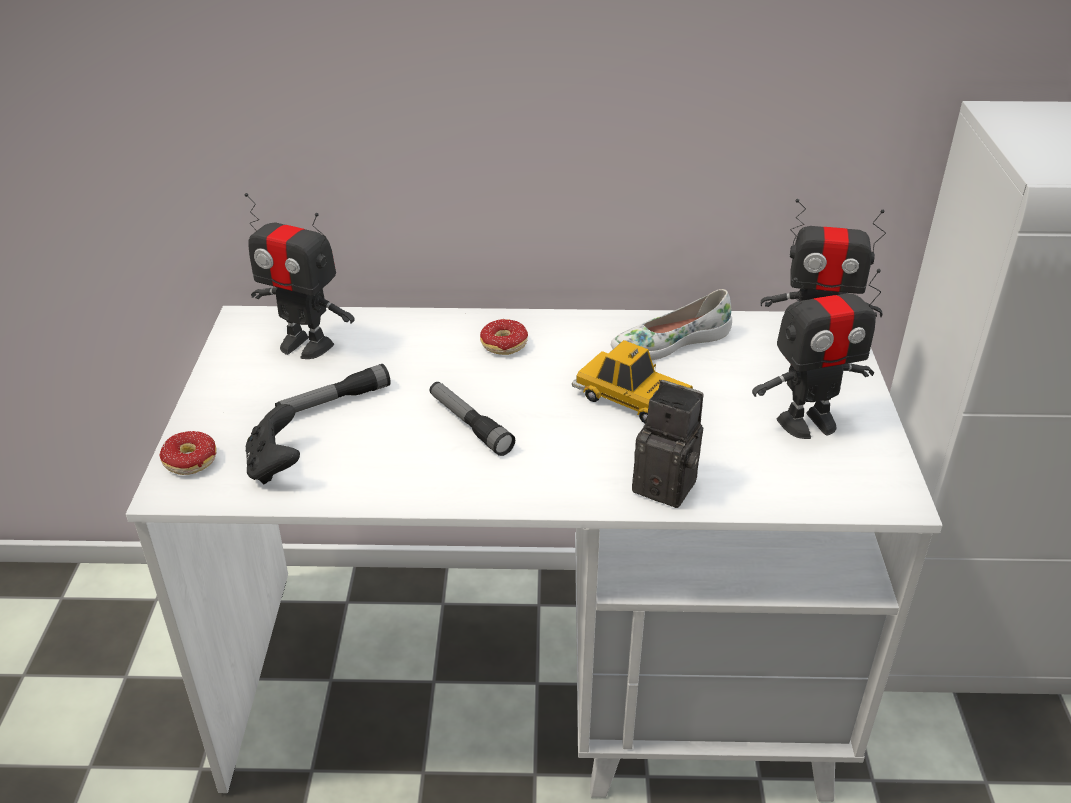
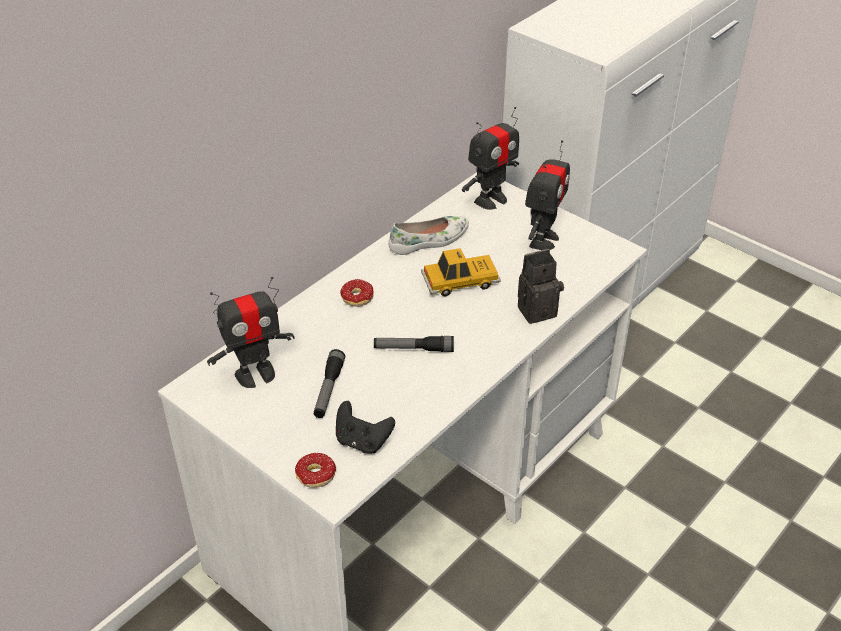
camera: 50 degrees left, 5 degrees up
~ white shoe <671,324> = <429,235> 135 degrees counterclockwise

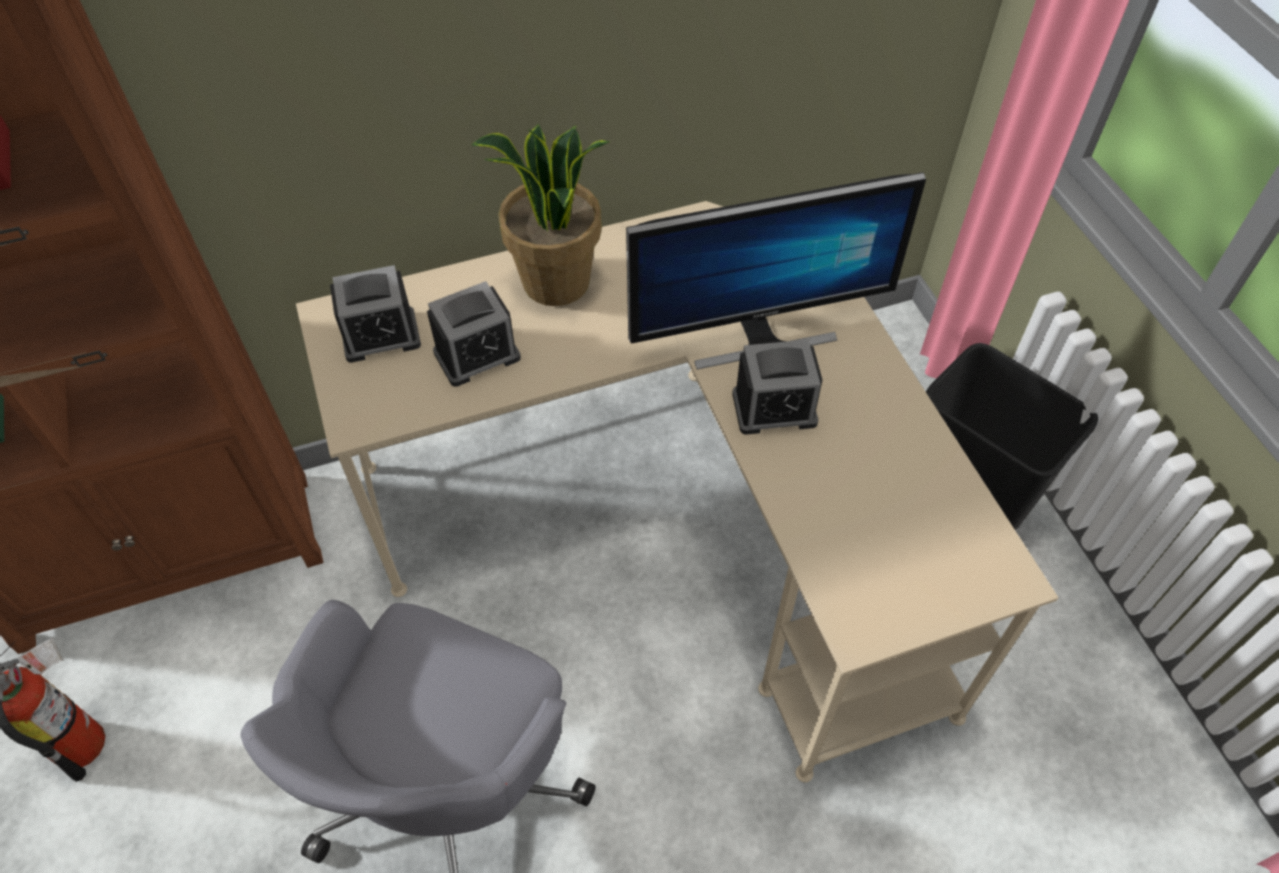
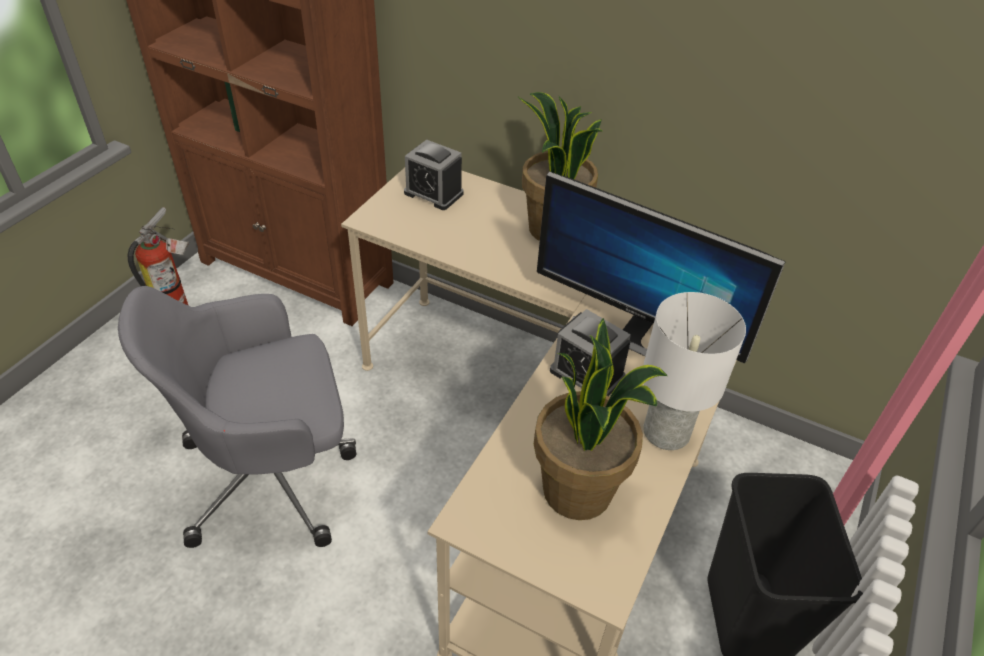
camera: 45 degrees right, 10 degrees down
- alarm clock <474,334>
+ white table lamp <694,371>
+ potted plant <600,419>

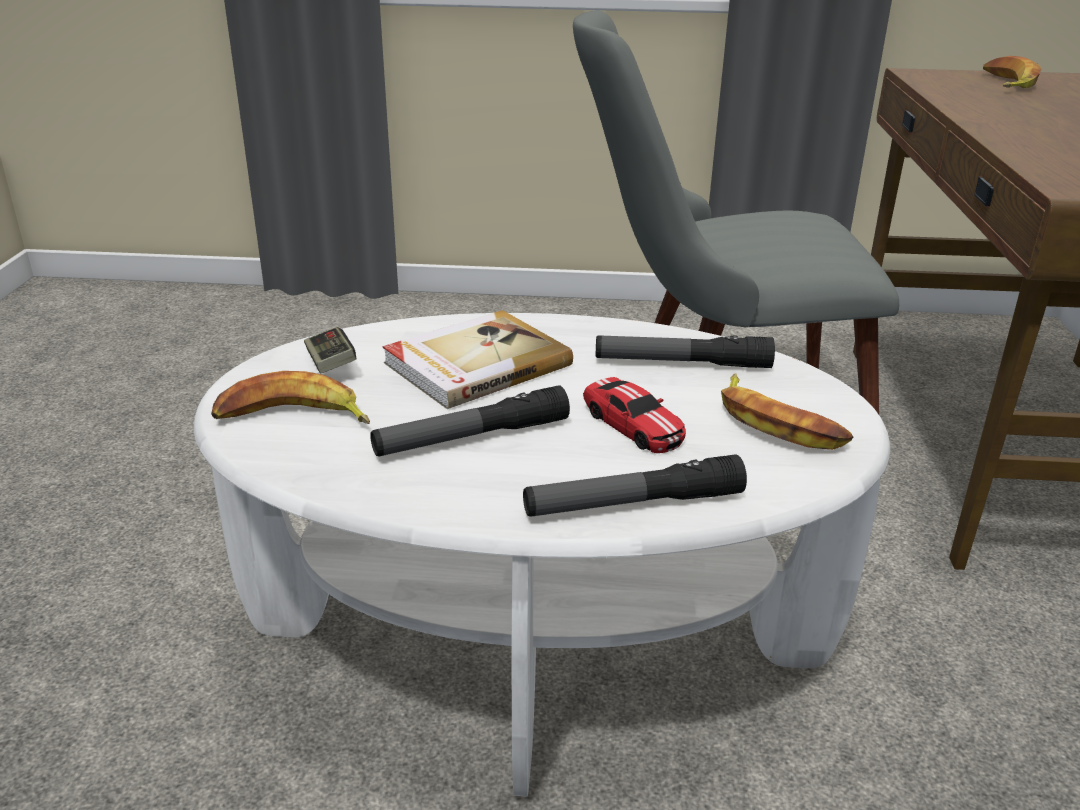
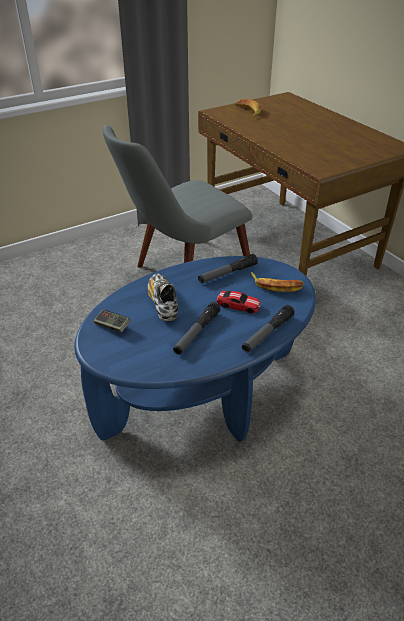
camera: 35 degrees left, 10 degrees up
~ book <477,359> to shoe <162,297>
~ white coffee table <542,555> to blue coffee table <195,349>
- banana <290,397>

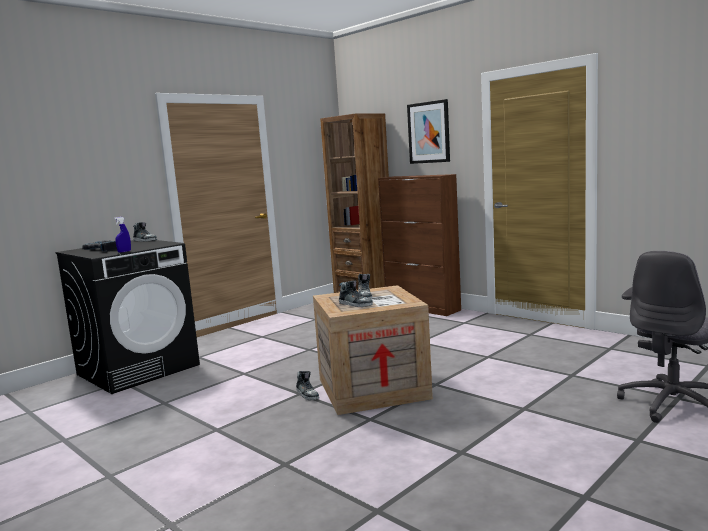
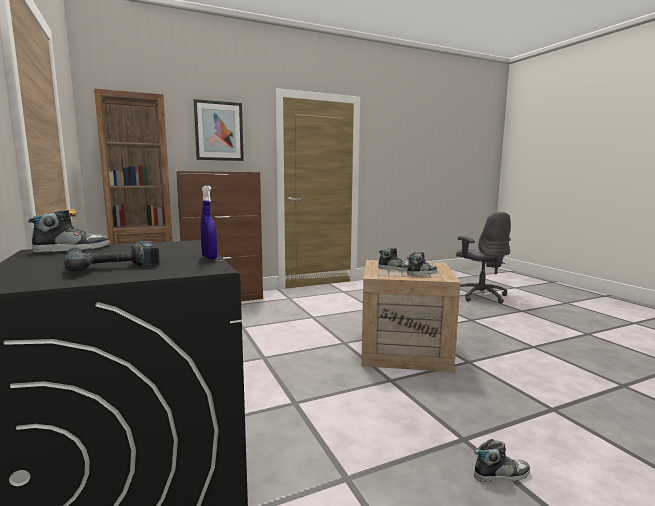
camera: 70 degrees left, 0 degrees up
~ shoe <307,385> to <502,460>

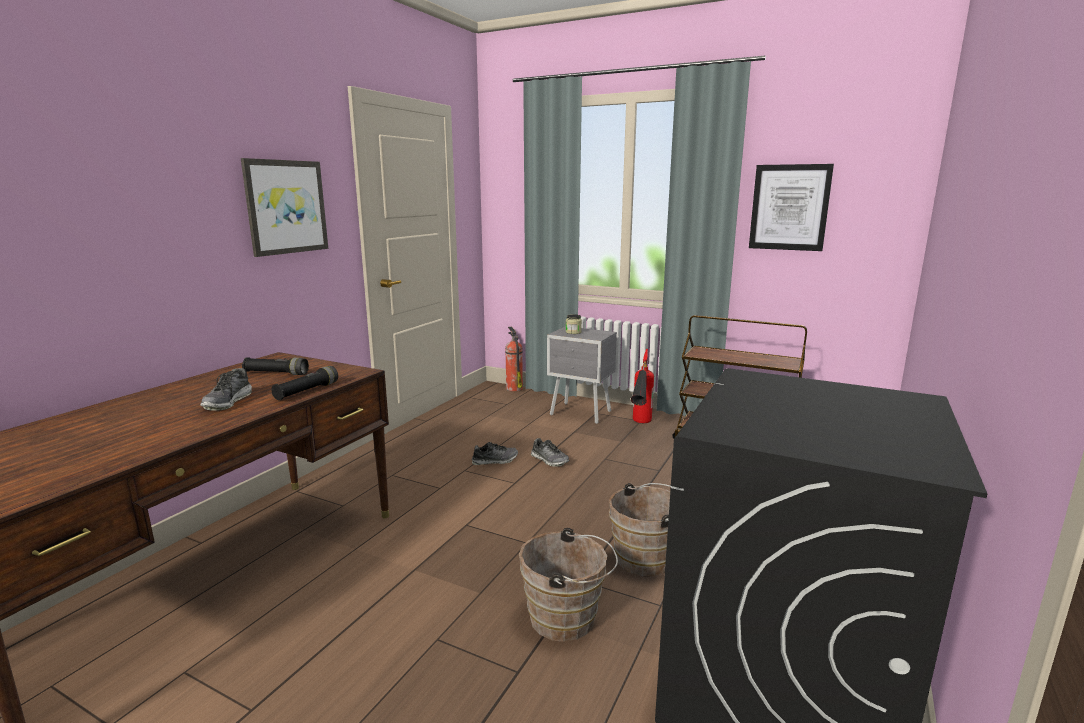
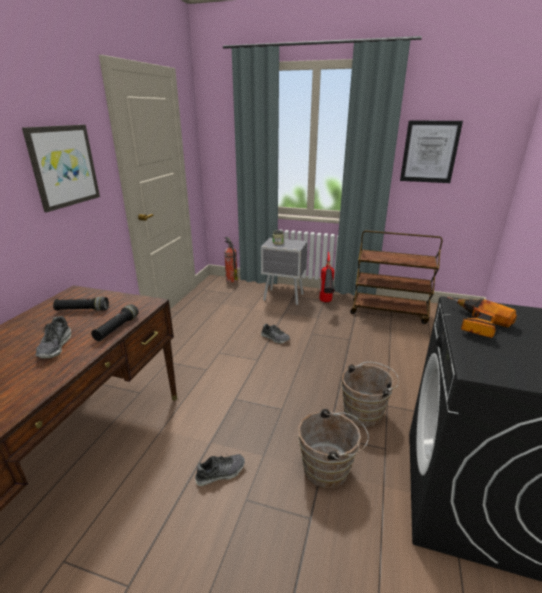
camera: 10 degrees left, 10 degrees up
~ shoe <495,453> to <220,470>
+ power drill <482,317>

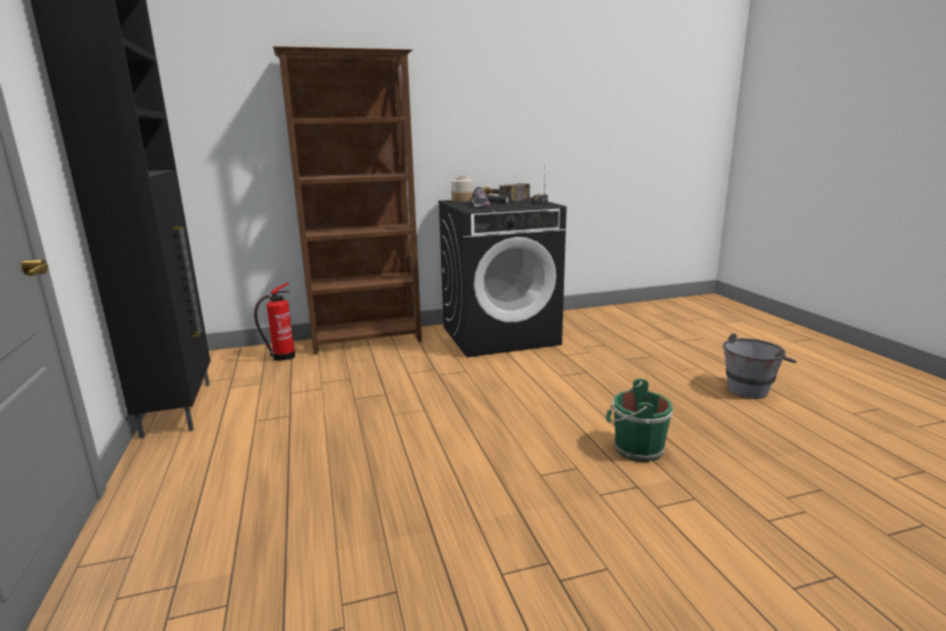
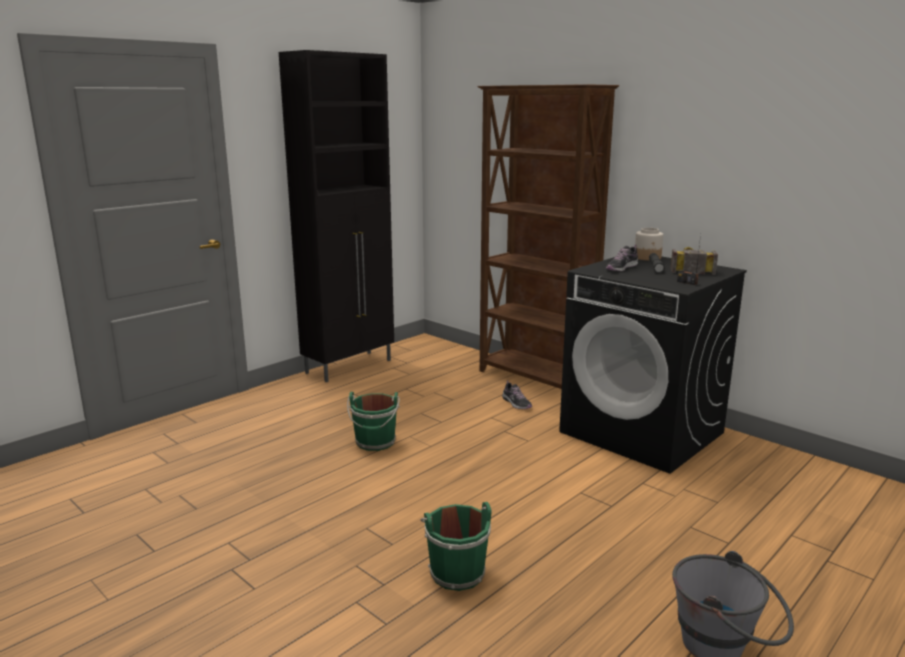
camera: 60 degrees right, 0 degrees up
- fire extinguisher <274,322>
+ shoe <517,394>
+ green bucket <373,421>

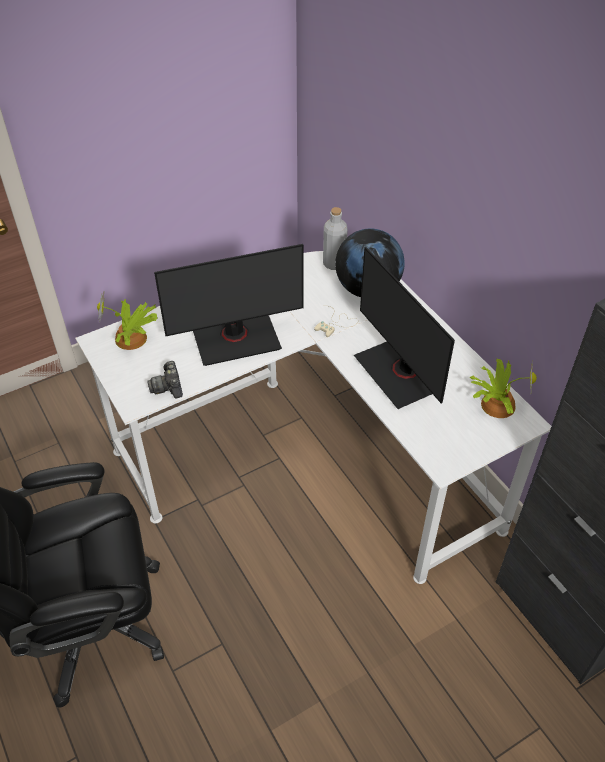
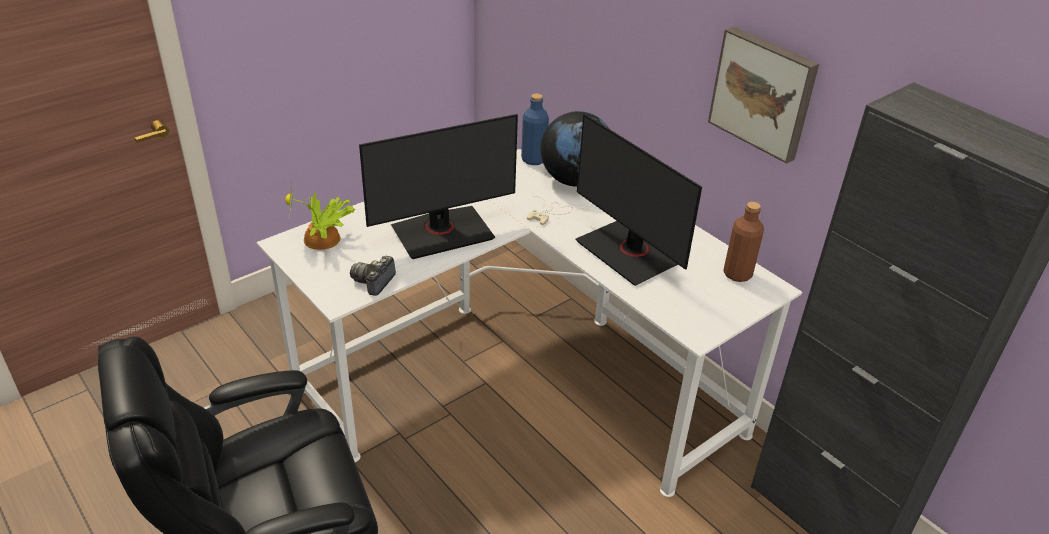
camera: 10 degrees left, 10 degrees down
~ grey bottle <335,238> to blue bottle <535,129>
~ potted plant <503,388> to brown bottle <743,242>
~ photo camera <165,379> = <373,276> 45 degrees clockwise
+ picture <763,95>

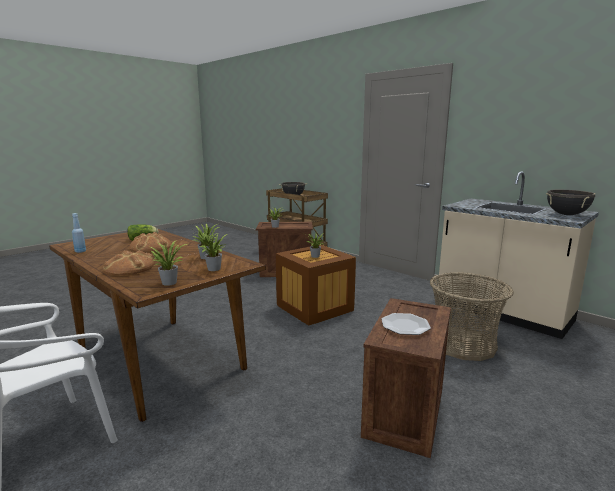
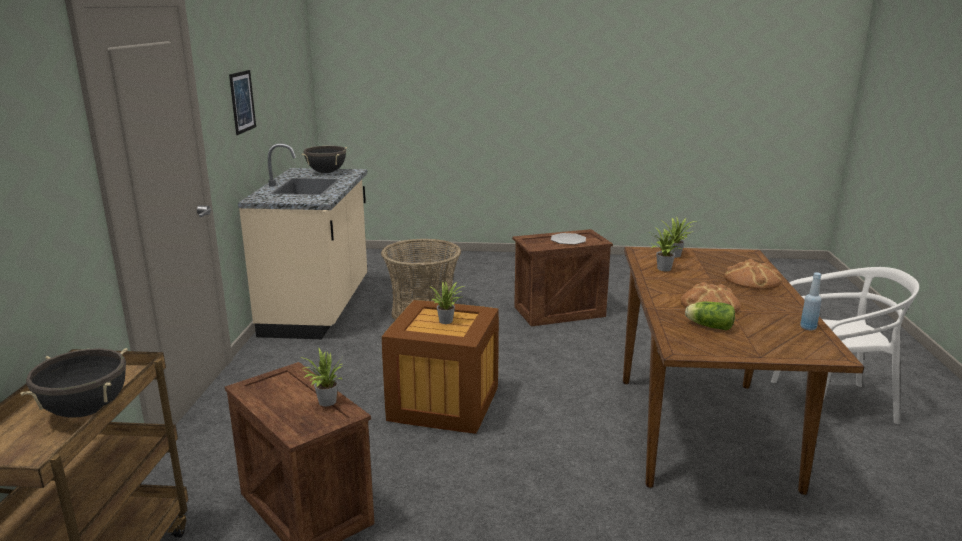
camera: 130 degrees left, 5 degrees up
- potted plant <169,263>
+ picture <242,102>

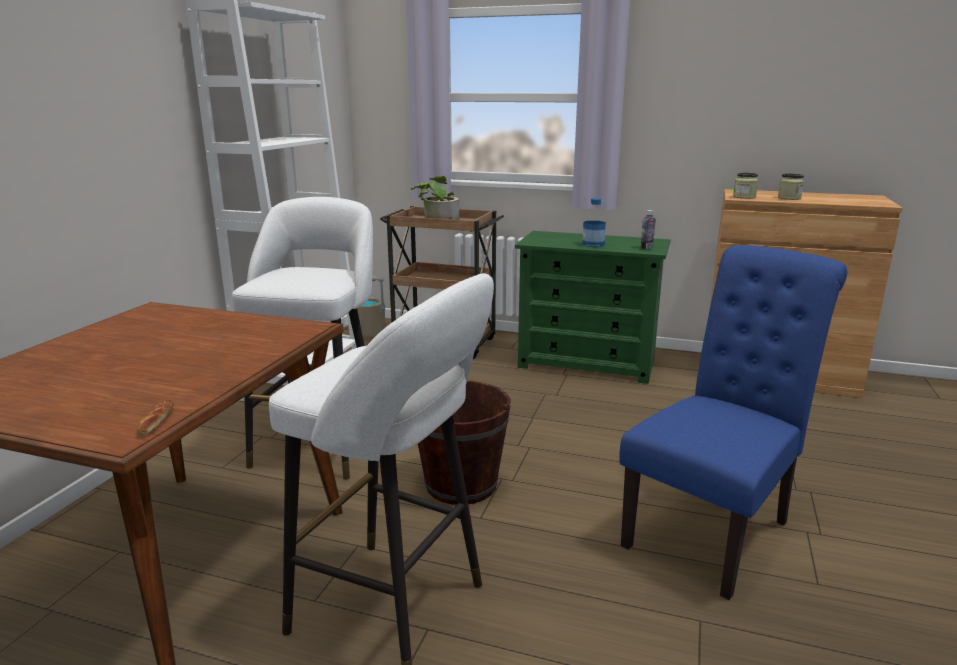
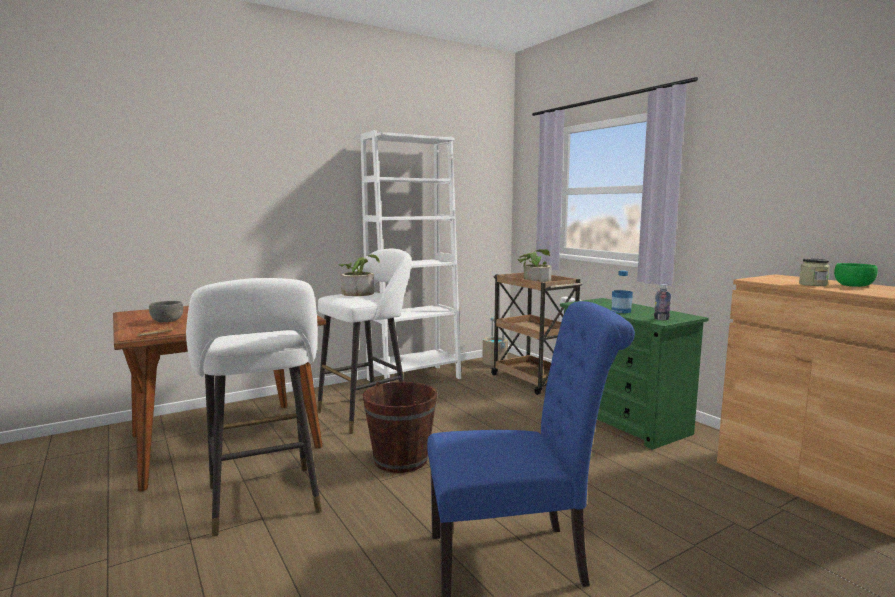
camera: 40 degrees right, 10 degrees down
- jar <745,186>
+ potted plant <359,275>
+ green bowl <856,275>
+ grey bowl <166,311>

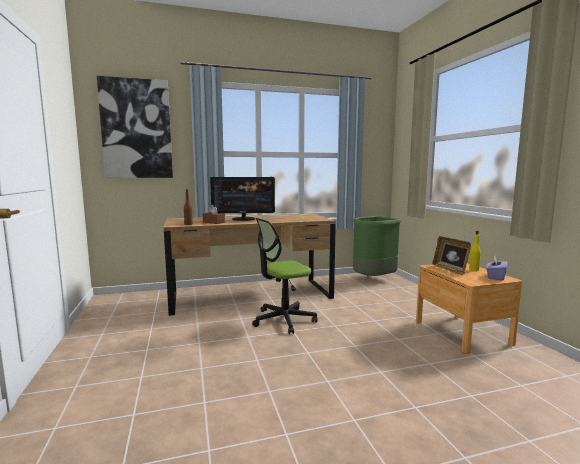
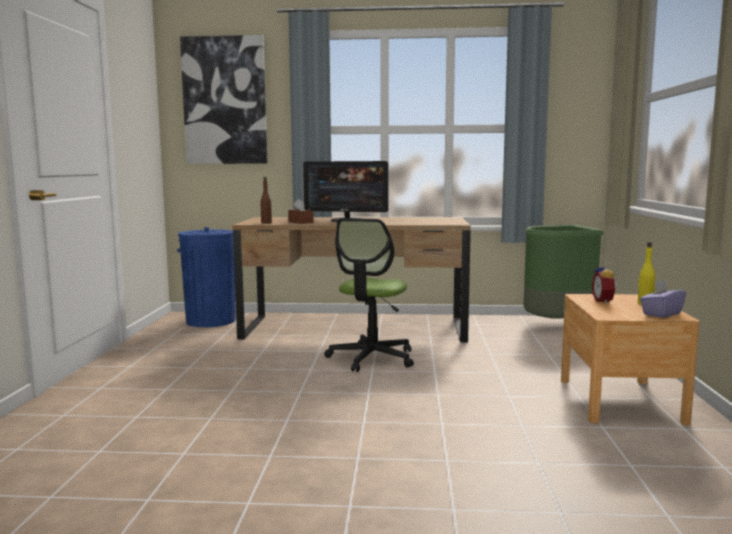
camera: 20 degrees right, 0 degrees up
~ office chair <285,276> = <369,295> 60 degrees counterclockwise
~ picture frame <451,255> to alarm clock <605,282>
+ blue trash can <206,277>

